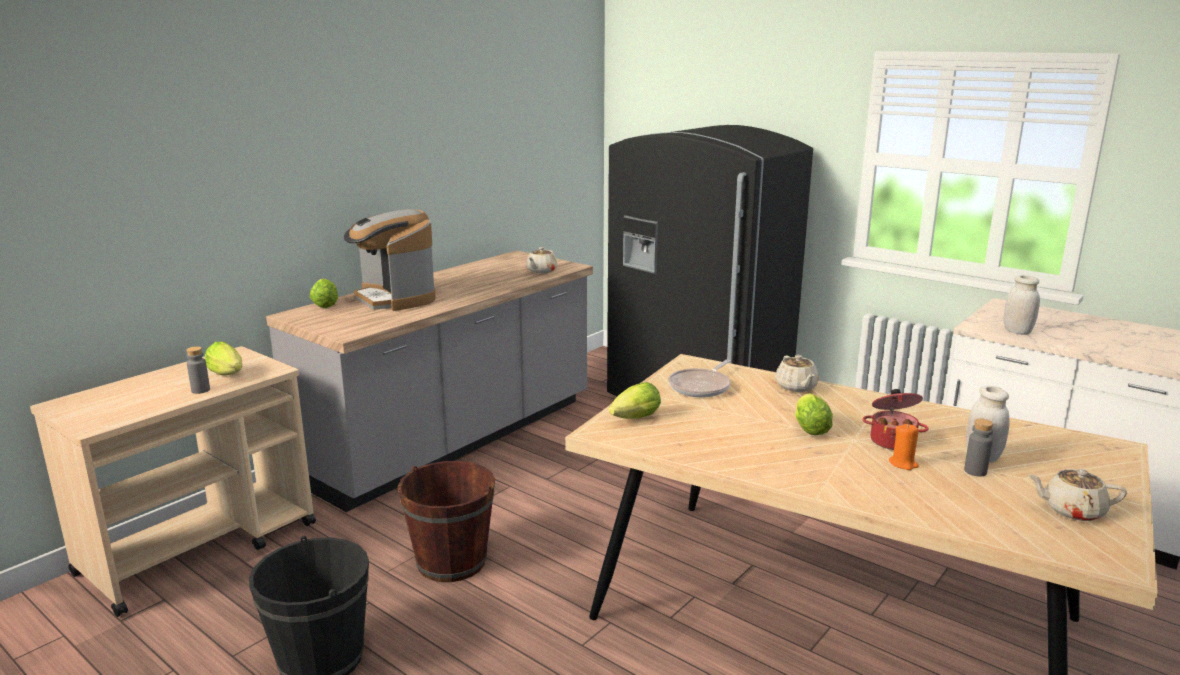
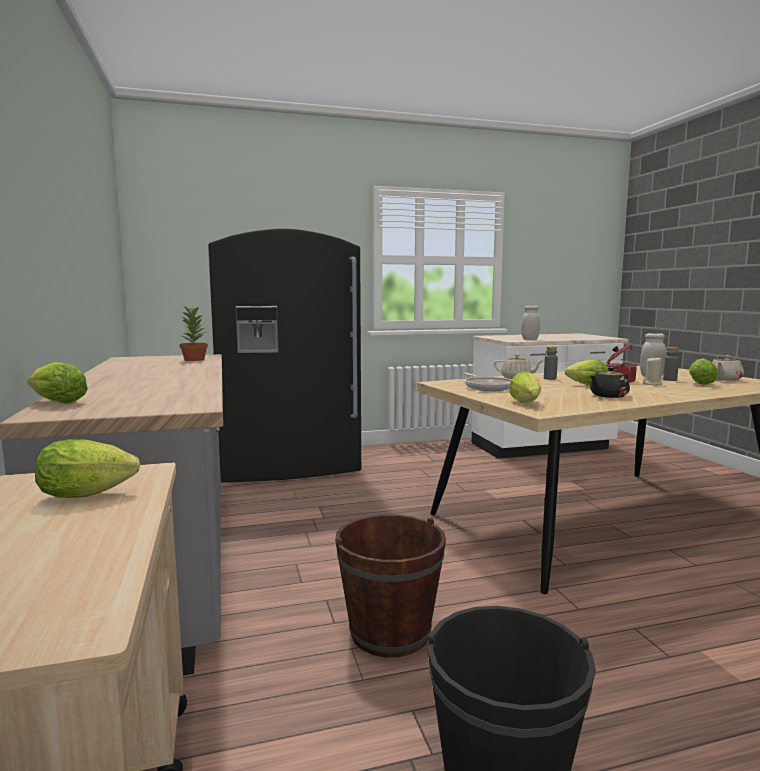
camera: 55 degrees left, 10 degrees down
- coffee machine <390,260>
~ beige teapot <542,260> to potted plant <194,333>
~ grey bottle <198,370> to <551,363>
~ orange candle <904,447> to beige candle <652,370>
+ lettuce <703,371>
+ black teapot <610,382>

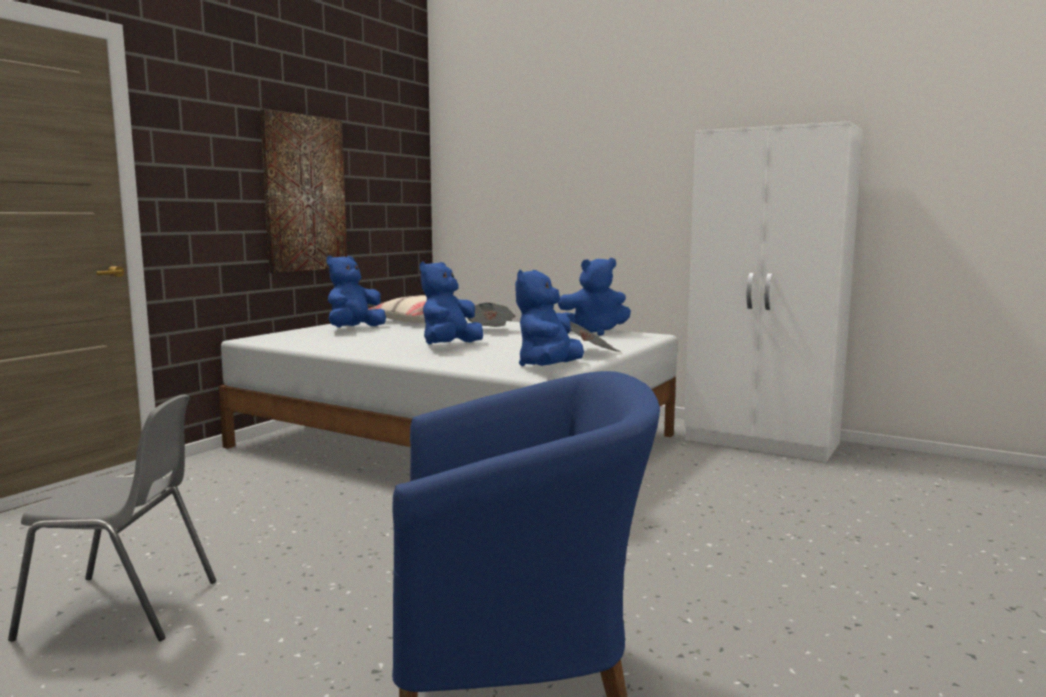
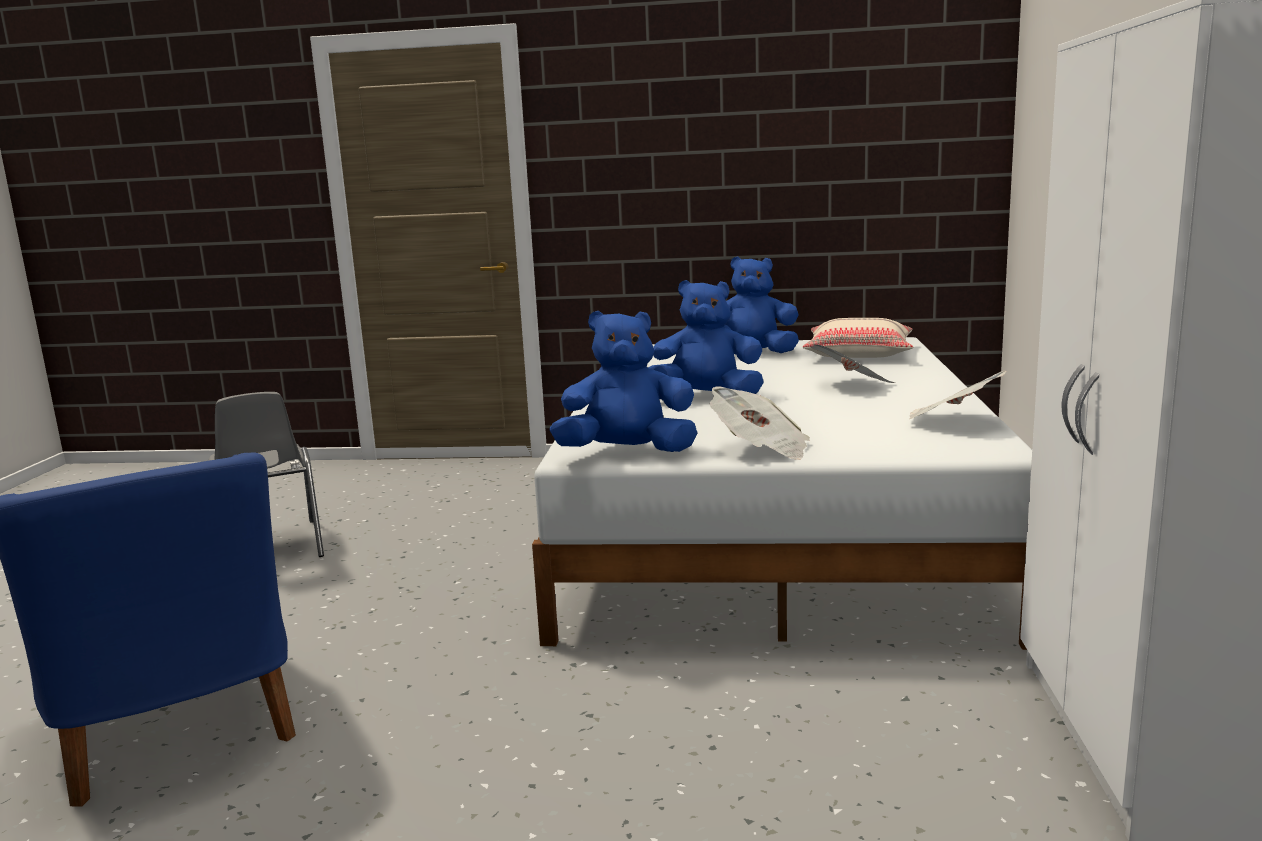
camera: 65 degrees right, 5 degrees up
- picture <303,191>
~ blue plush toy <594,297> to newspaper <957,395>

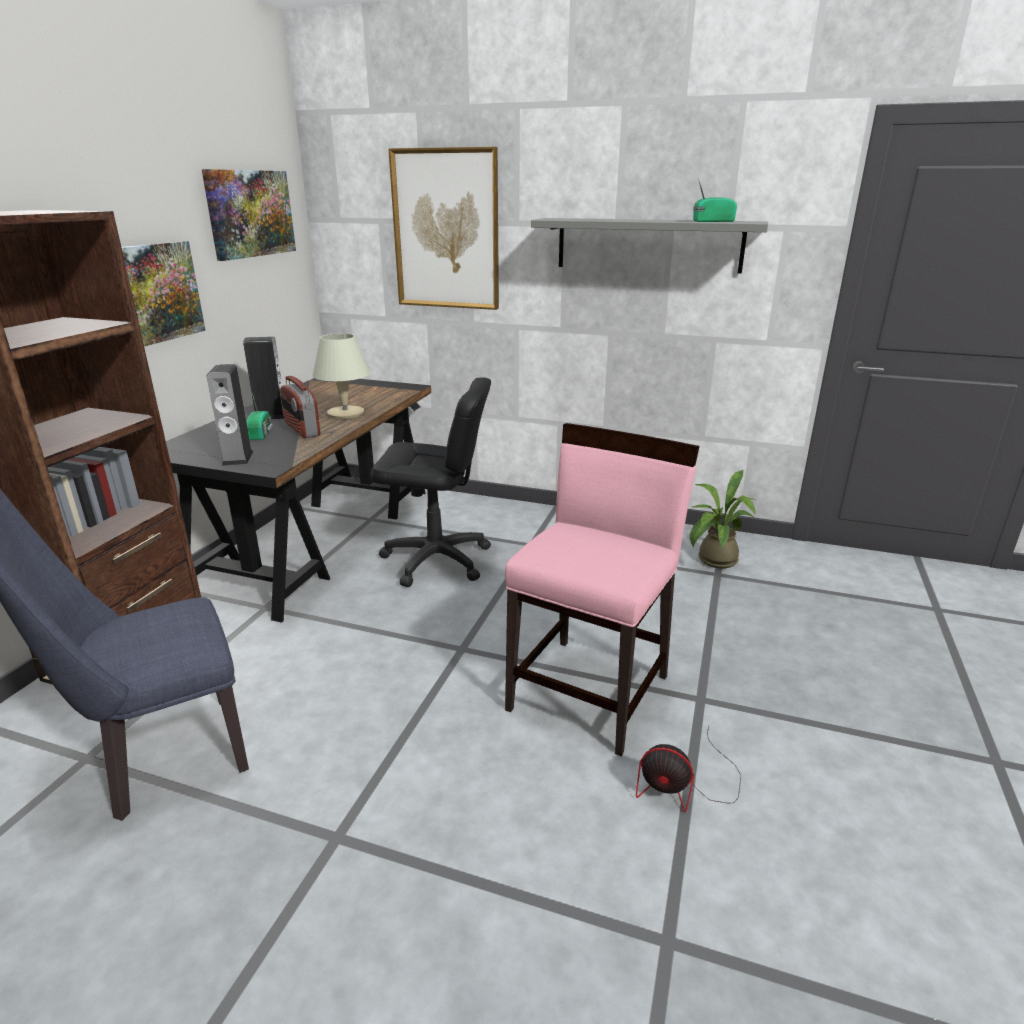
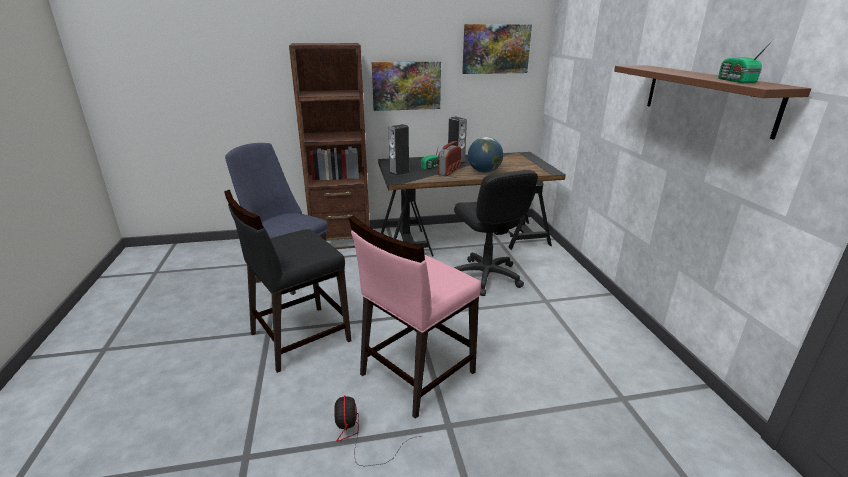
camera: 60 degrees right, 0 degrees up
- picture <443,228>
~ radio <715,200> = <746,61> 150 degrees counterclockwise
~ grey shelf <649,246> to brown shelf <712,102>
~ beige table lamp <341,376> to globe <485,155>
~ pink chair <602,589> = <415,317> 135 degrees clockwise
- potted plant <723,519>
+ black chair <287,281>

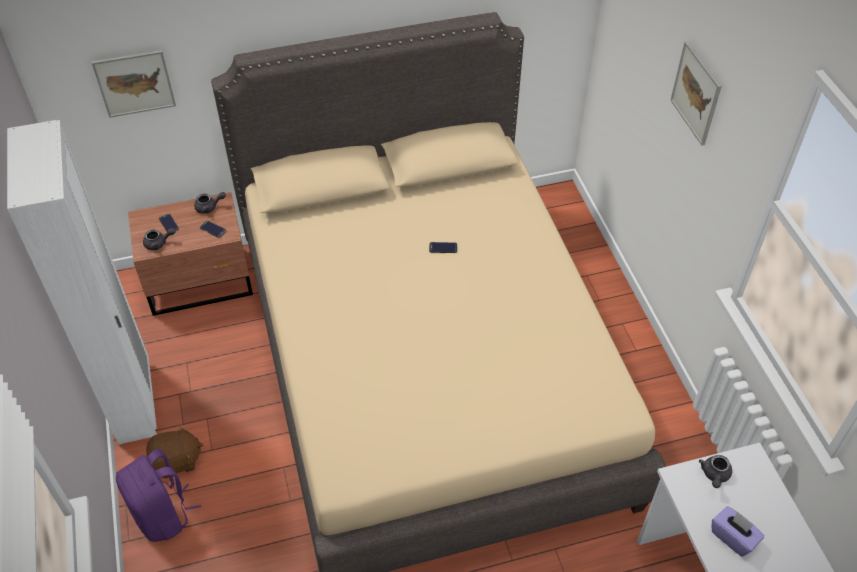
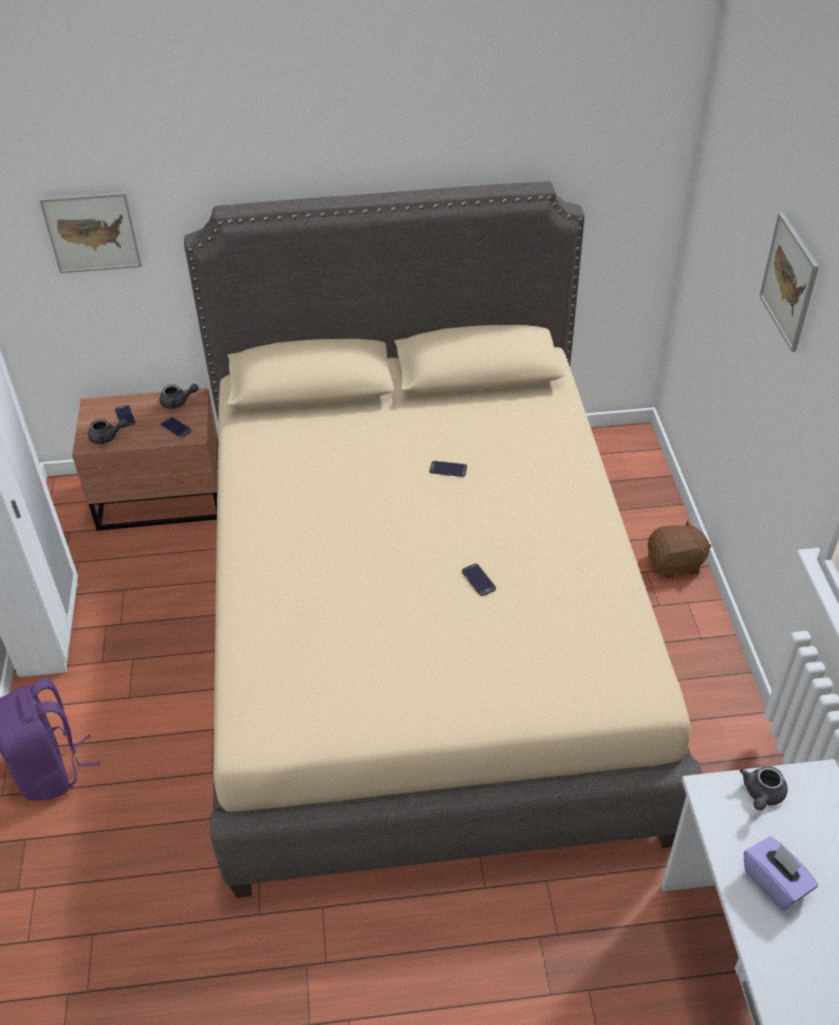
camera: 10 degrees right, 5 degrees down
~ brown plush toy <174,451> to <679,548>
+ phone <479,579>

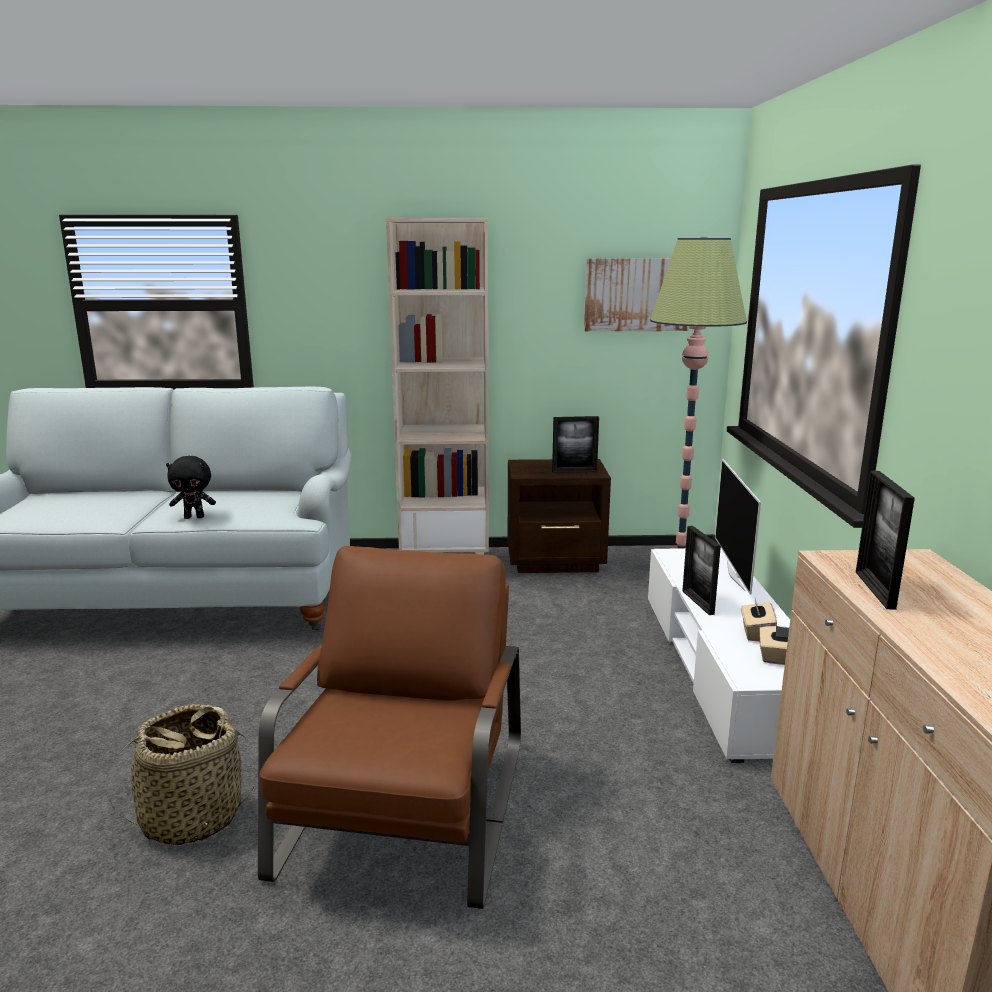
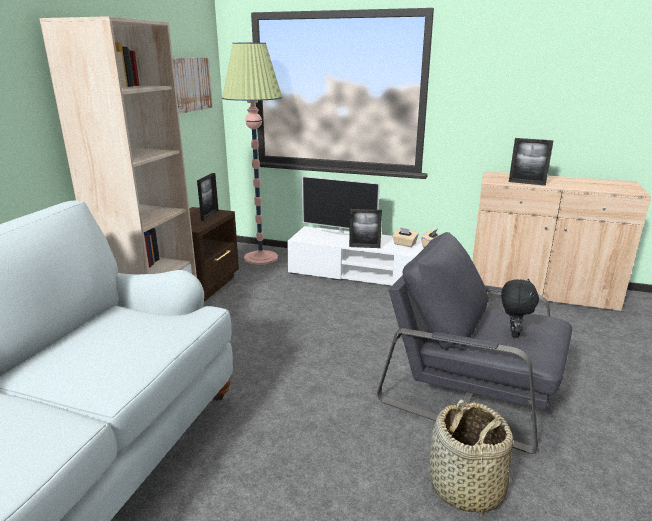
camera: 70 degrees left, 5 degrees up
~ black plush toy <191,487> to <520,308>
~ brown armchair <389,727> to grey armchair <474,343>

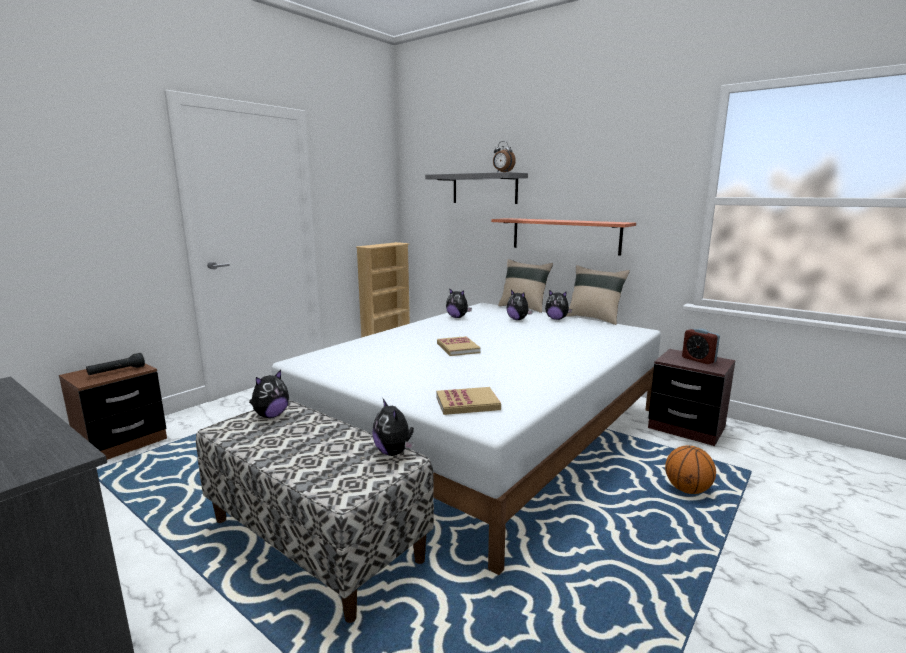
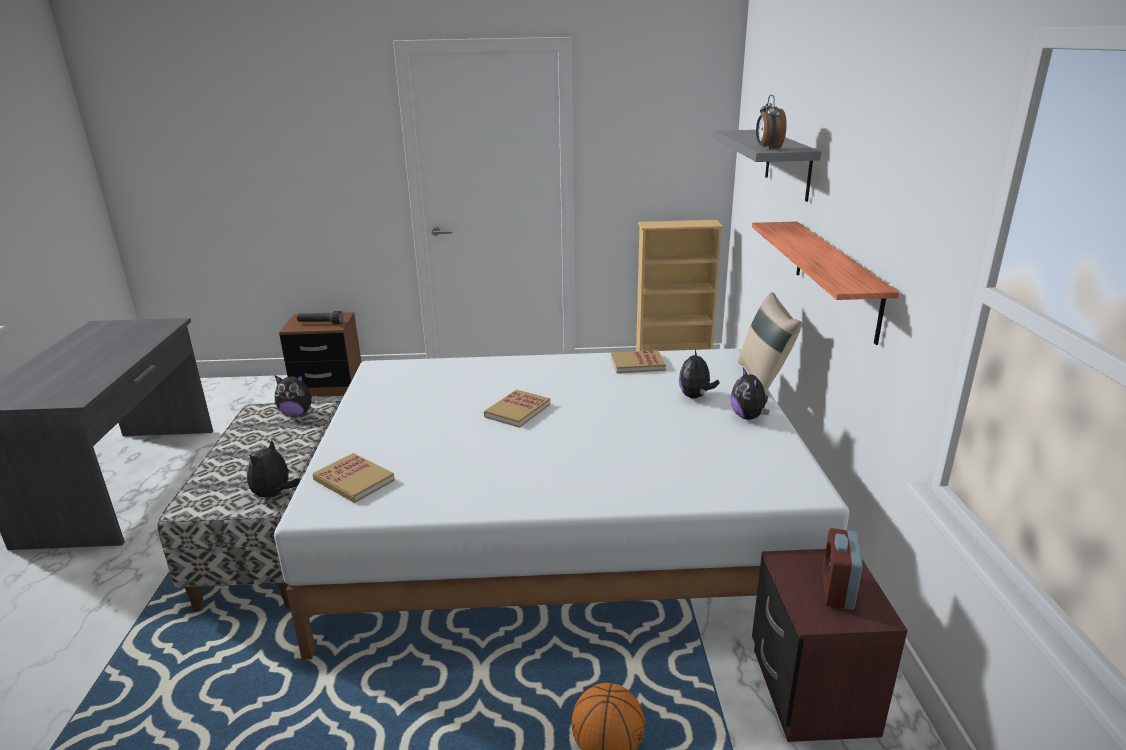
camera: 50 degrees right, 10 degrees up
- beige pillow <598,295>
~ plush toy <459,303> to book <638,361>

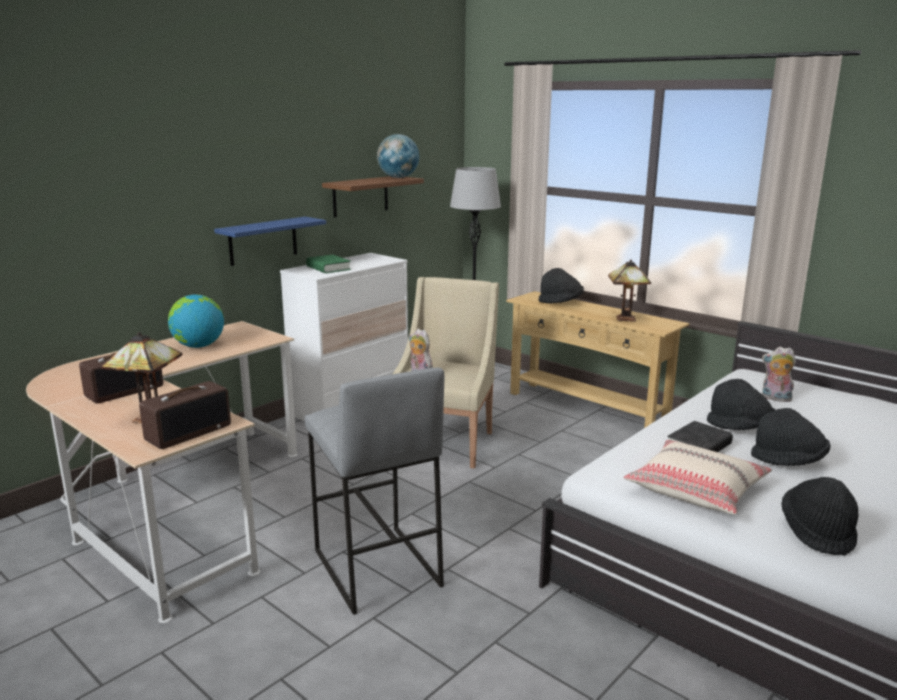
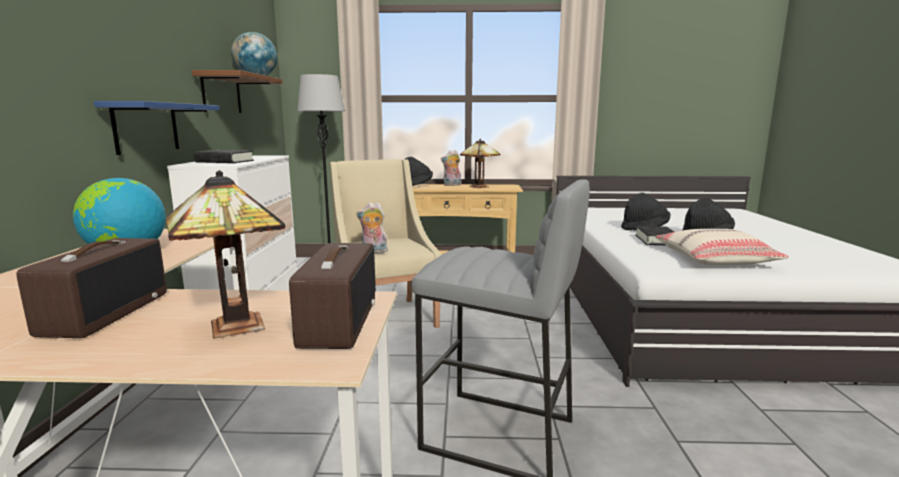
camera: 40 degrees left, 5 degrees down
~ green book <328,264> to black book <224,156>
~ plush toy <779,374> to <451,168>
- black hat <819,516>

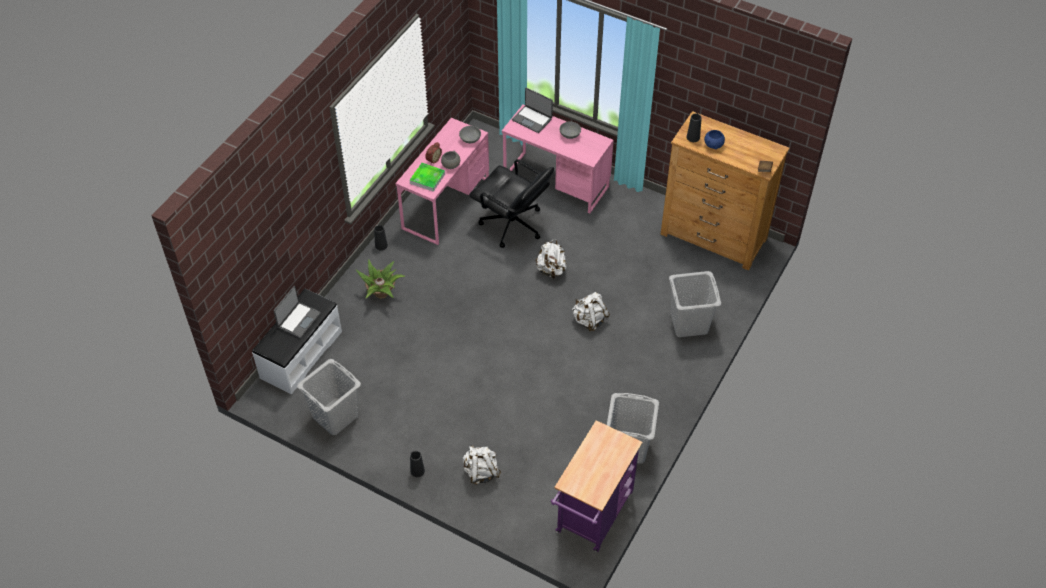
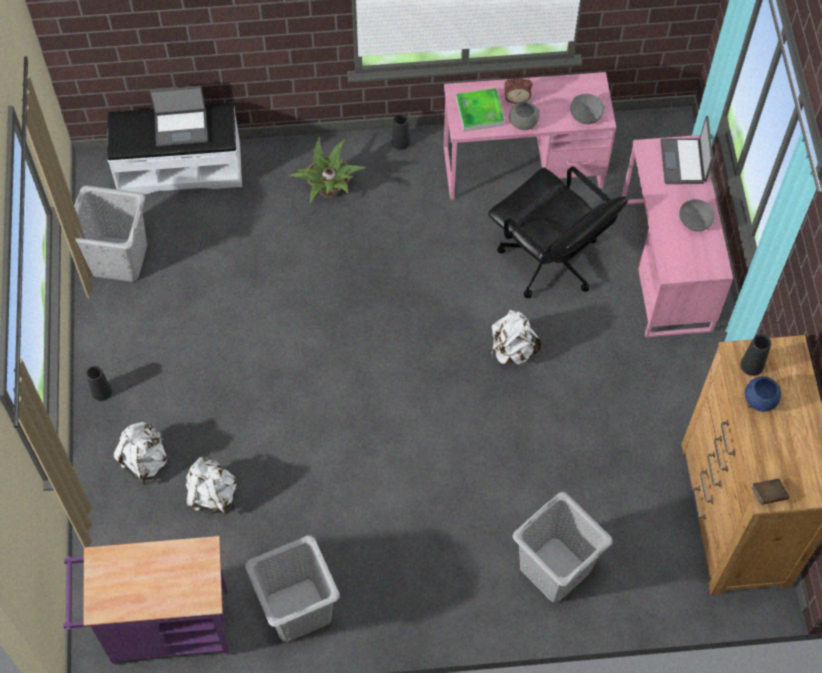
camera: 55 degrees right, 10 degrees up
~ black office chair <511,203> = <558,232> 45 degrees counterclockwise
~ white backpack <591,312> to <211,484>

